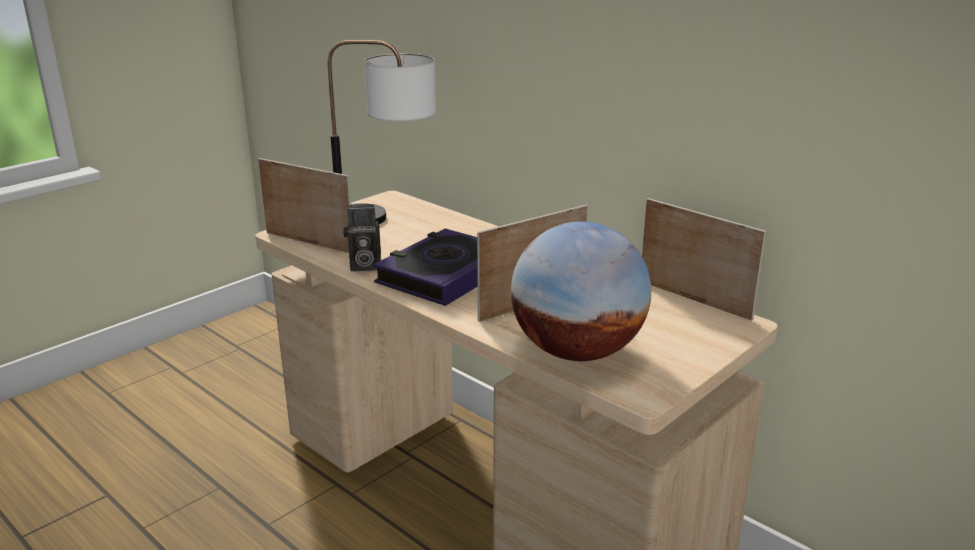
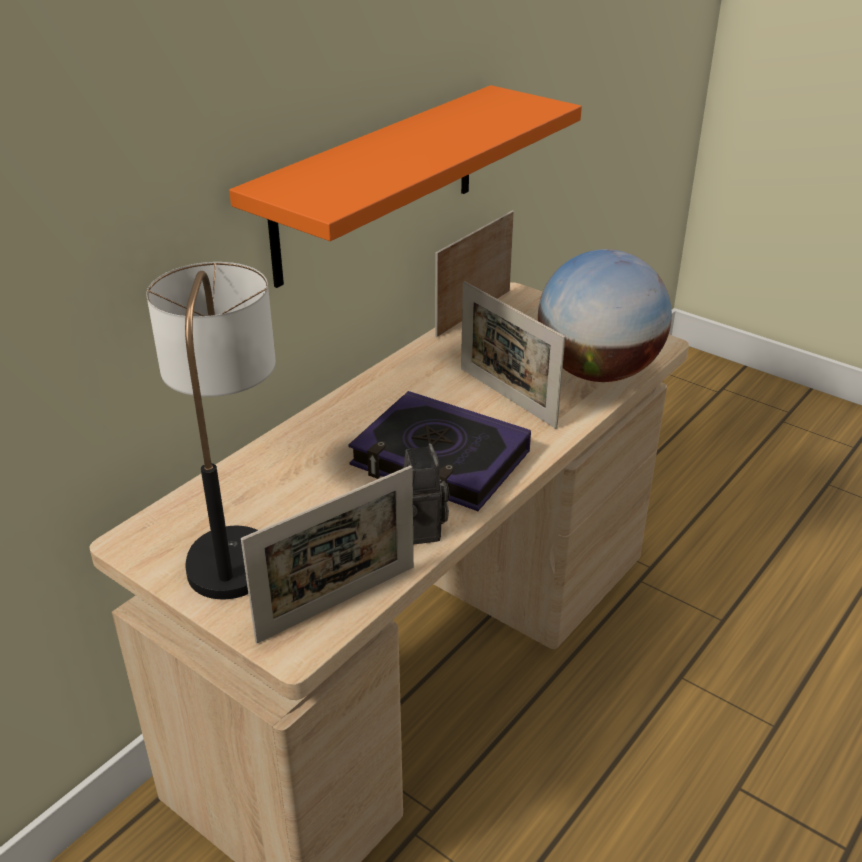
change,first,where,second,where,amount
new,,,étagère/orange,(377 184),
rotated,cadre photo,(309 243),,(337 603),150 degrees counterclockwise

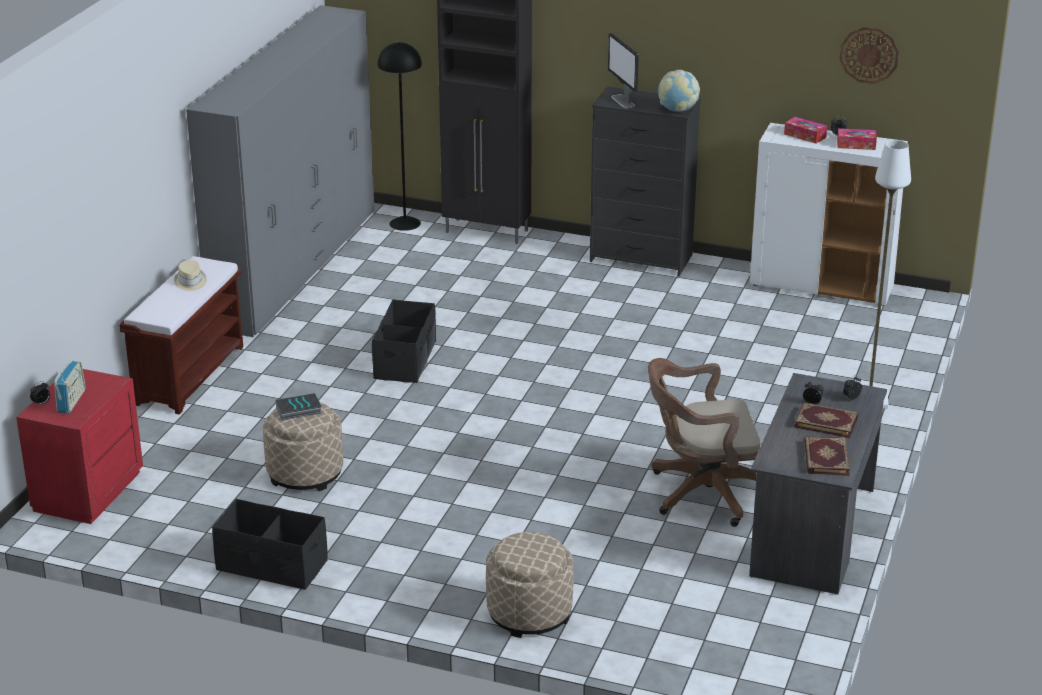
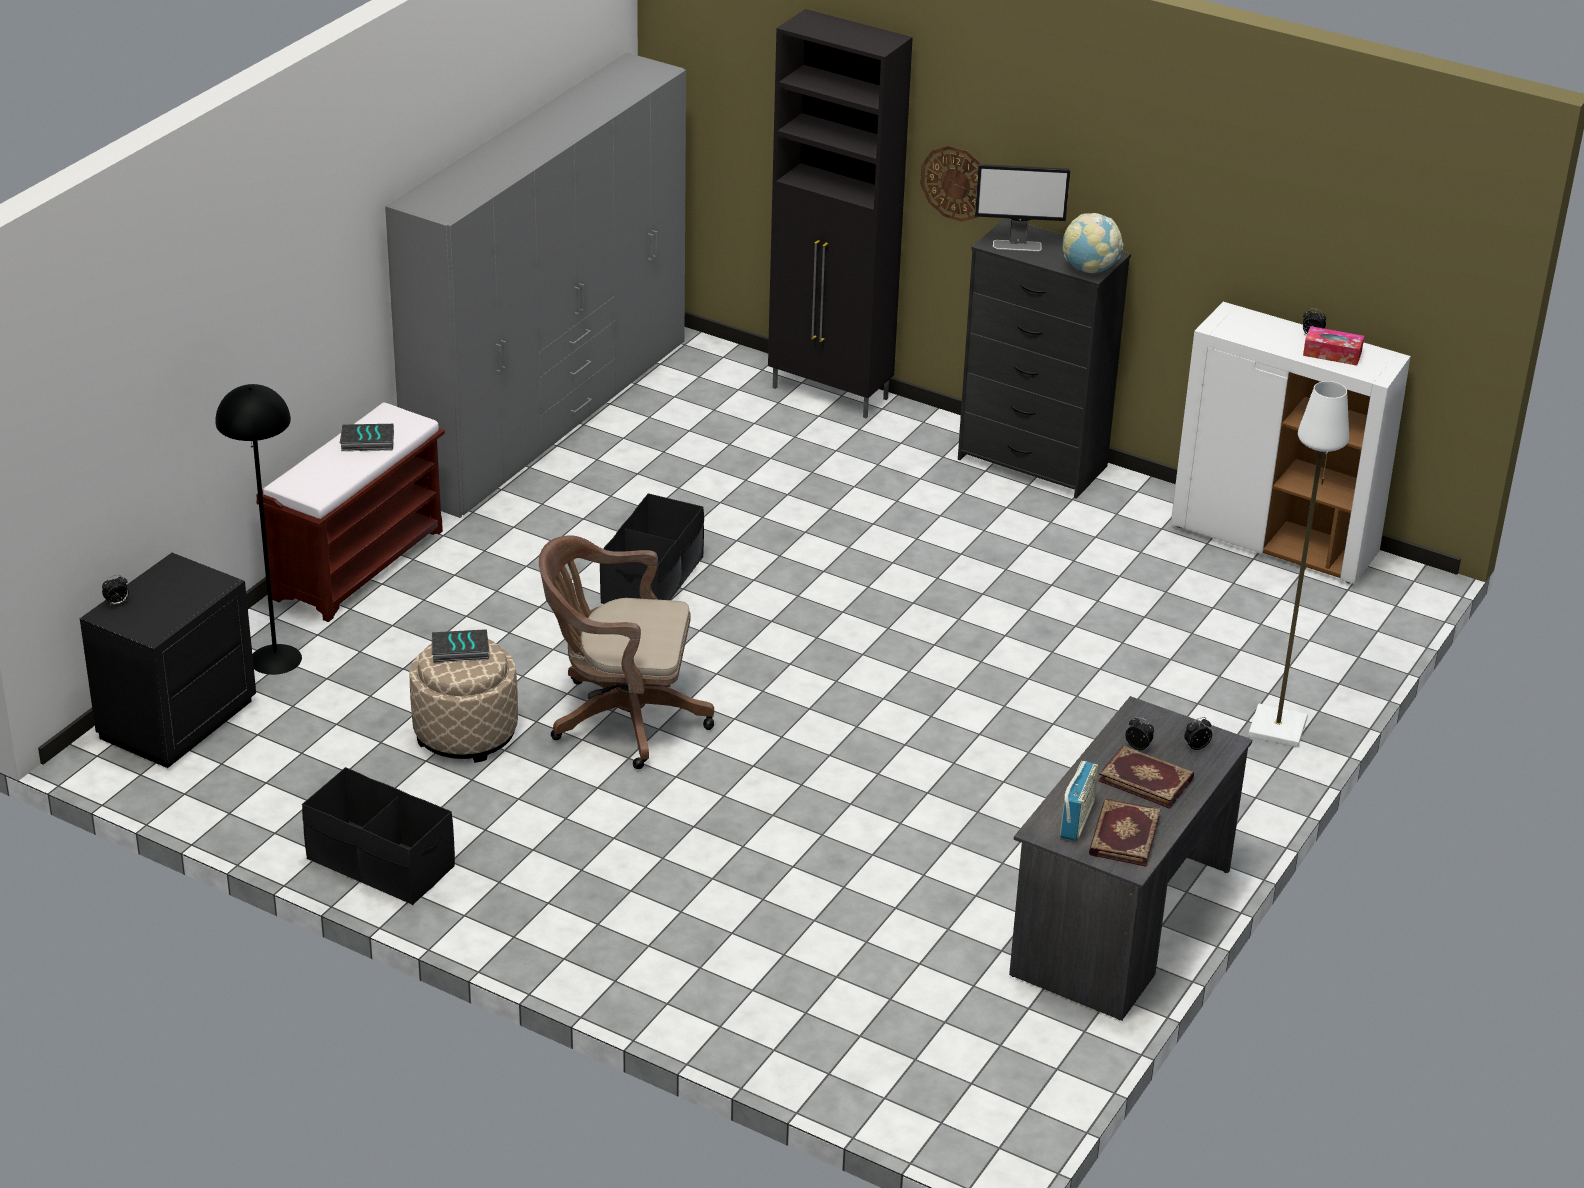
change,first,where,second,where,amount
gone,pouf/beige,(529 613),,,
gone,boîte à mouchoirs,(805 135),,,
shifted,radio,(71 401),,(1077 819),
shifted,lampadaire/noir,(405 223),,(276 659),
shifted,chaise de bureau/marron,(701 493),,(620 718),
shifted,horloge murale,(869 55),,(956 183),
swapped,chapeau/beige,(190 282),livre,(367 442),
repainted,table de chevet/rouge,(86 491),table de chevet/noir,(175 719),
rotated,écran d'ordinateur,(623 101),,(1017 245),75 degrees counterclockwise

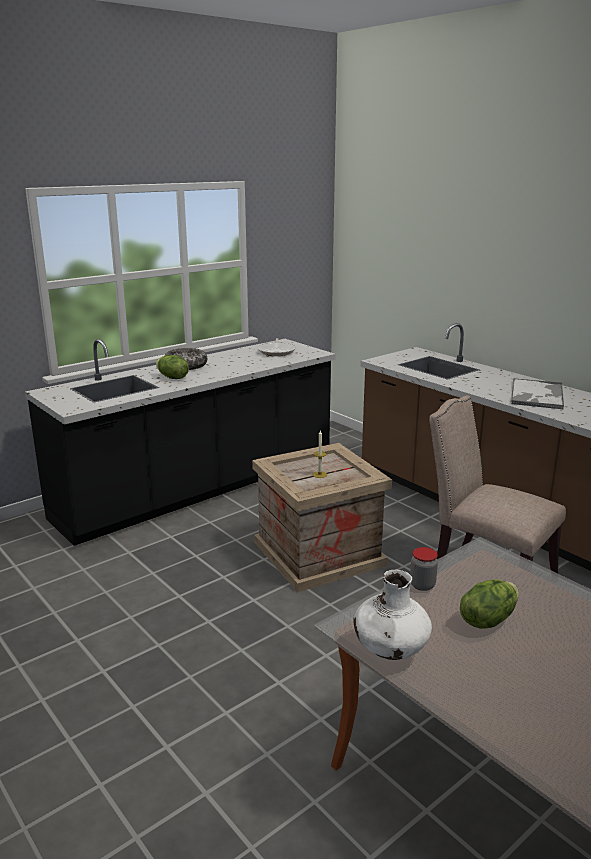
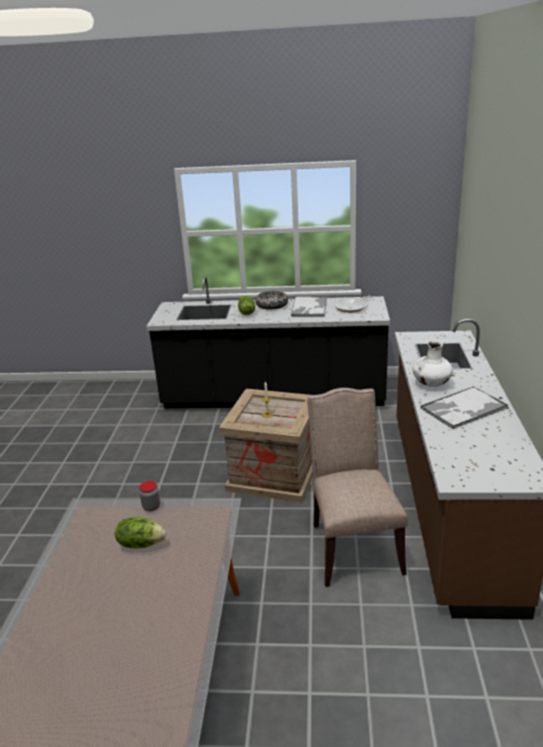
change,first,where,second,where,amount
new,,,plateau,(309 307),
shifted,vase/blanc,(390 650),,(431 384),

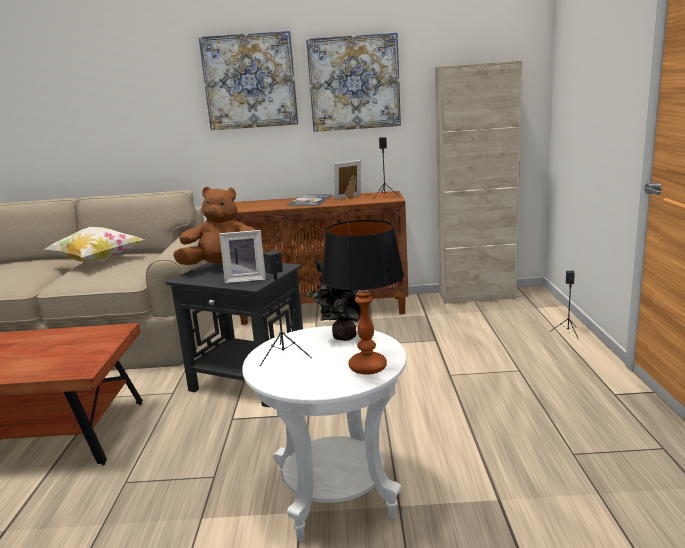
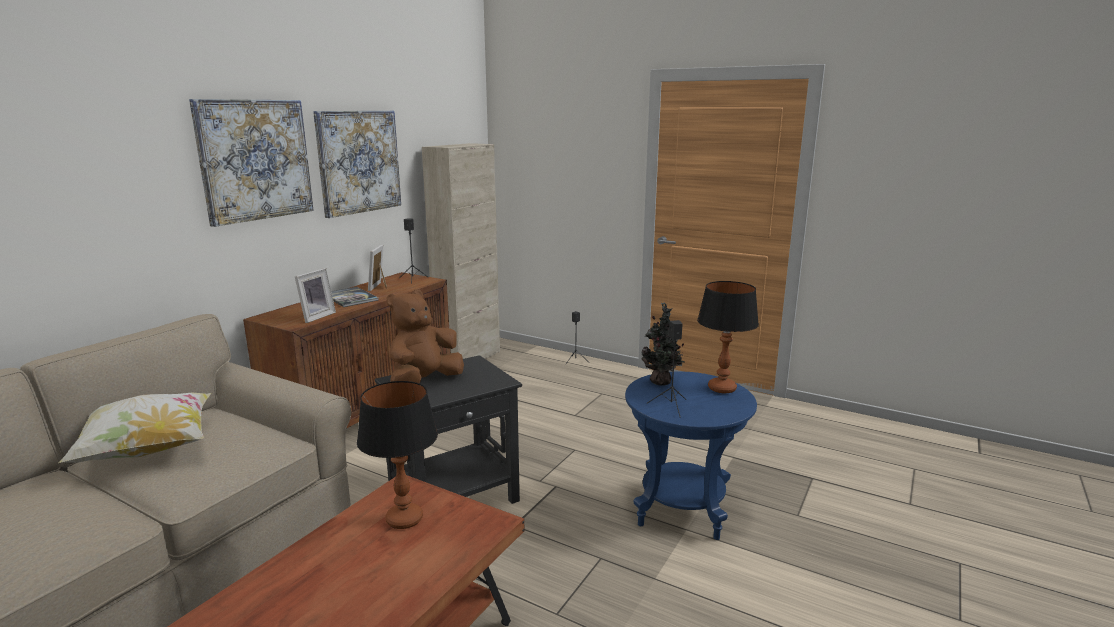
change,first,where,second,where,amount
new,,,lampe de table,(404 519),
shifted,cadre photo,(245 279),,(315 316),
repainted,table d'appoint/blanc,(336 497),table d'appoint/bleu,(682 510),

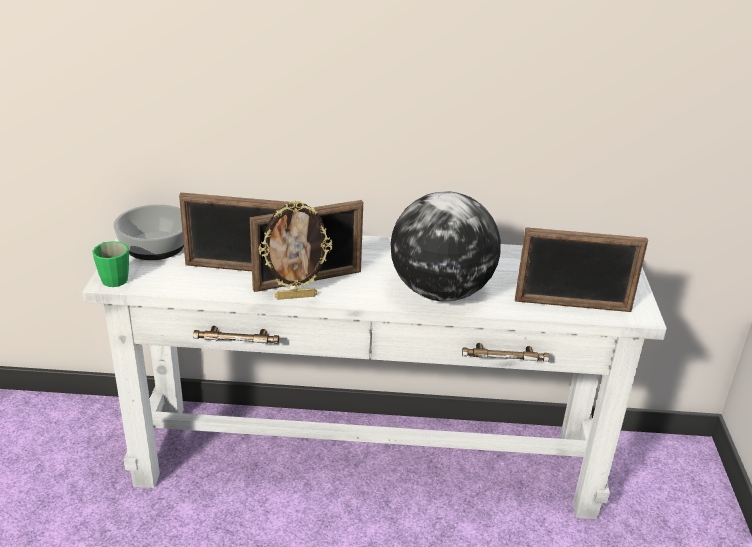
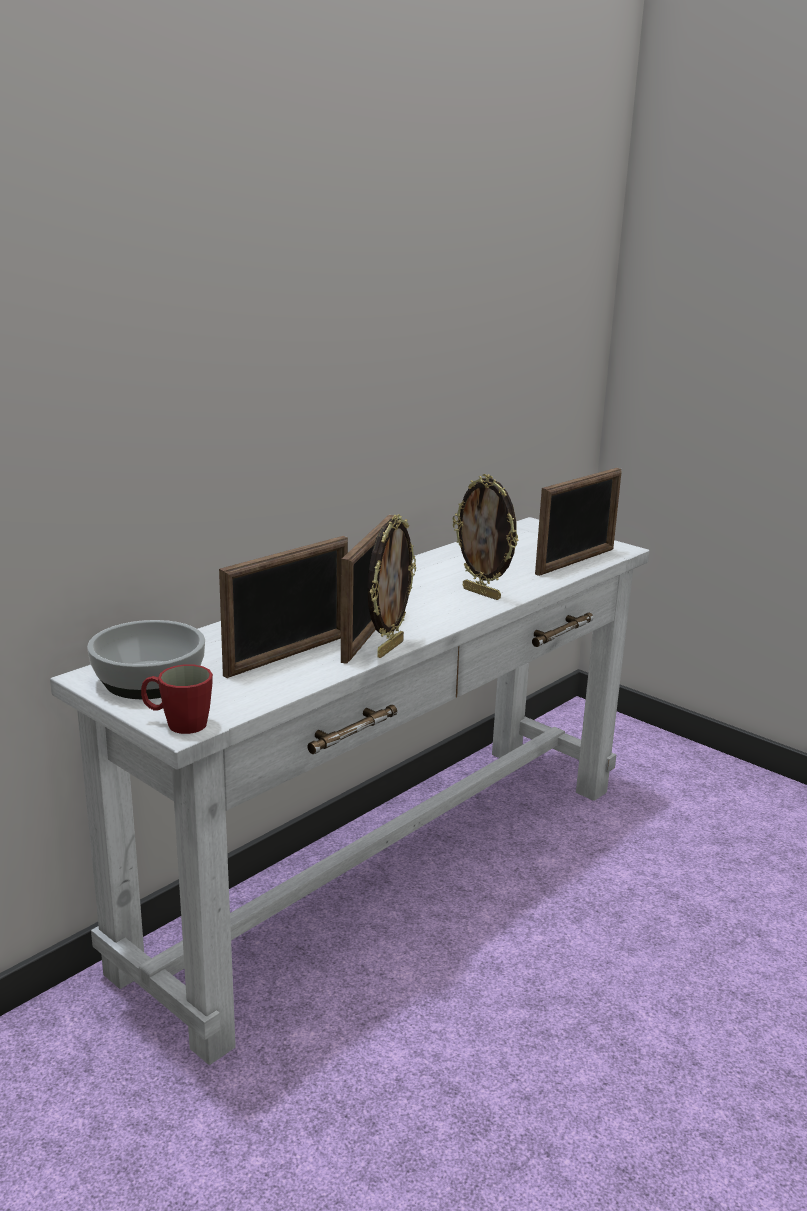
change,first,where,second,where,amount
swapped,globe,(441 292),cadre photo,(482 593),
repainted,mug/vert,(113 277),mug/rouge,(178 723),

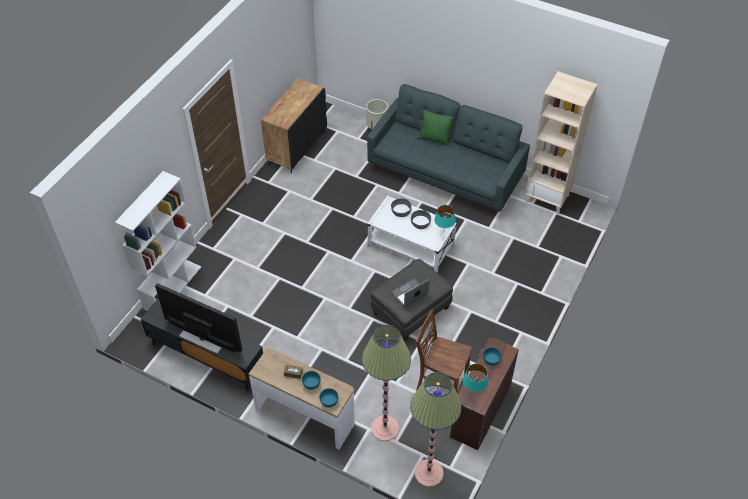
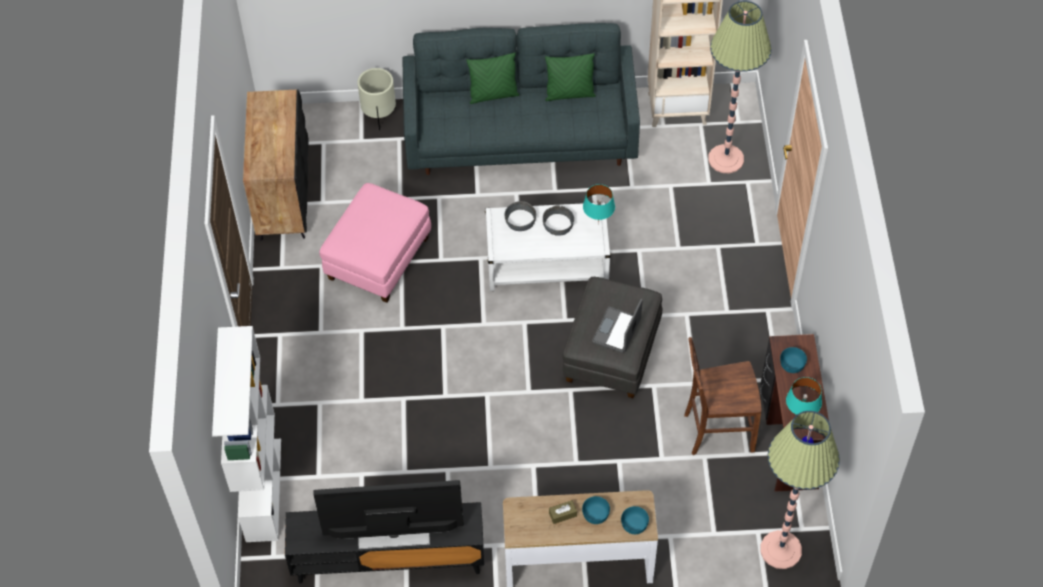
change,first,where,second,where,amount
new,,,pouf/rose,(378 260),
new,,,coussin/vert,(569 94),
shifted,lampadaire,(385 428),,(726 159),

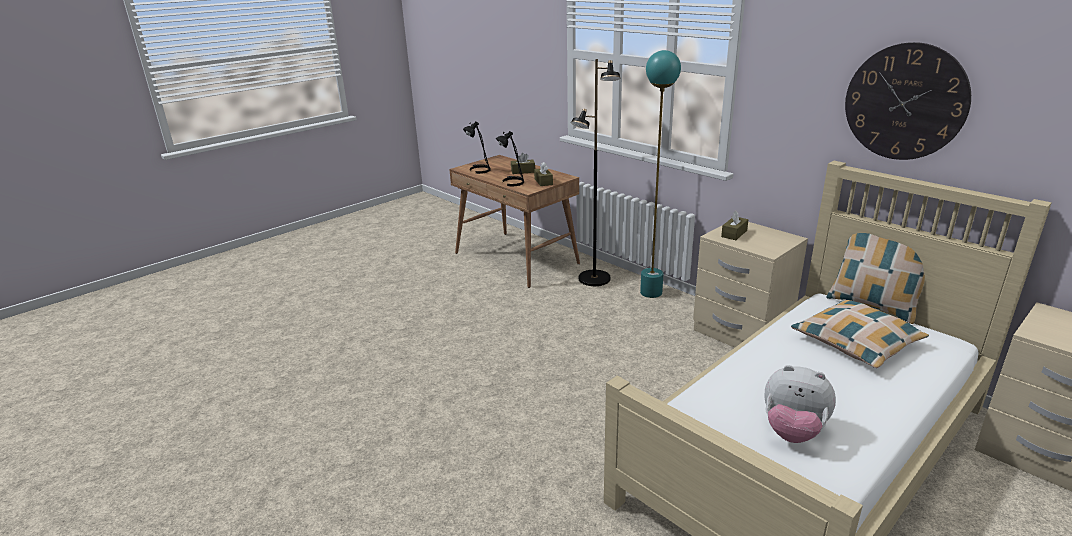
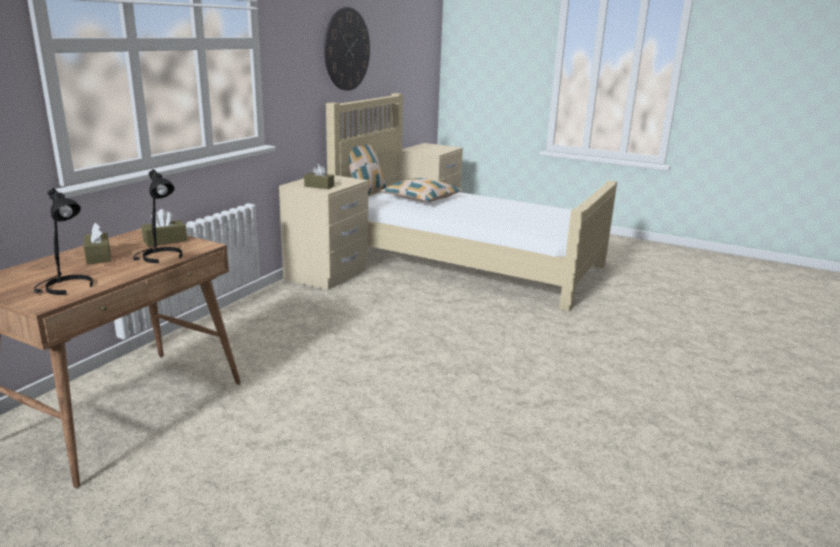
change,first,where,second,where,amount
gone,lampadaire/noir,(594 279),,,
gone,lampadaire/turquoise,(651 293),,,
gone,peluche,(792 431),,,

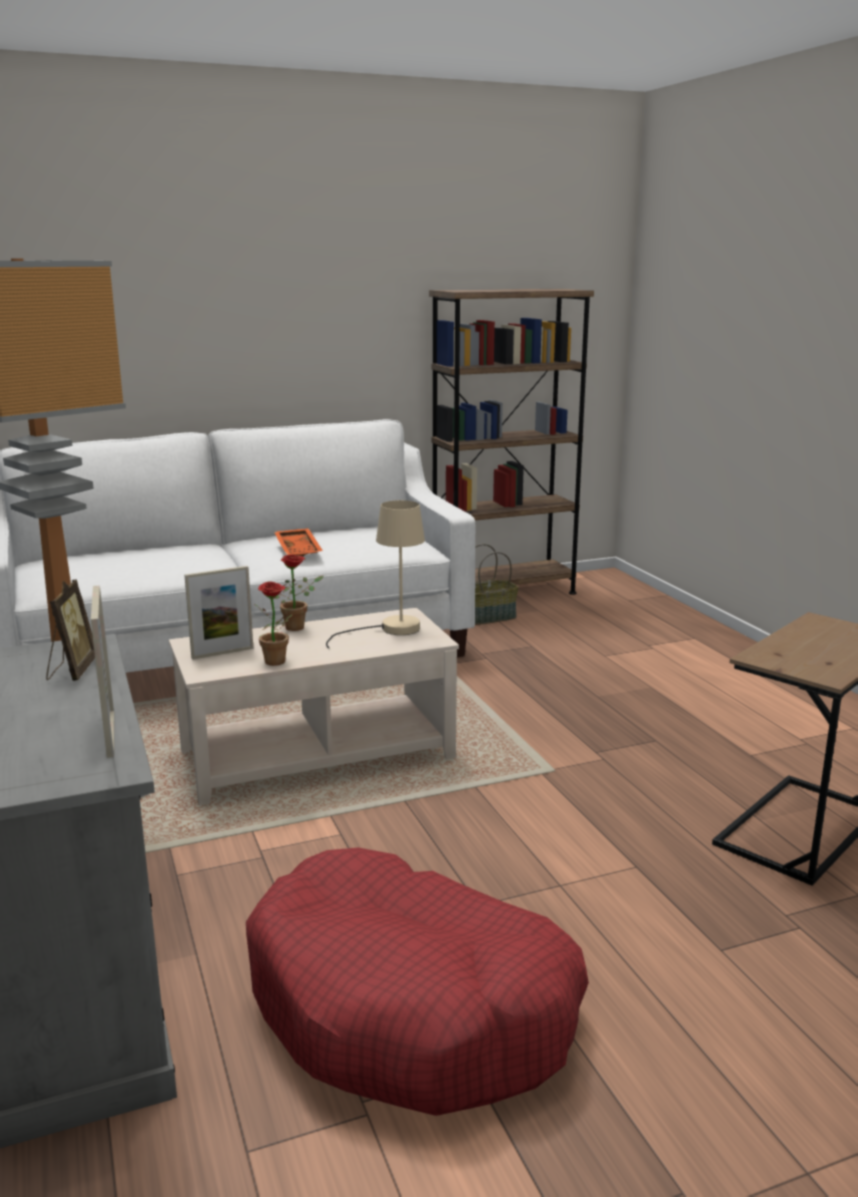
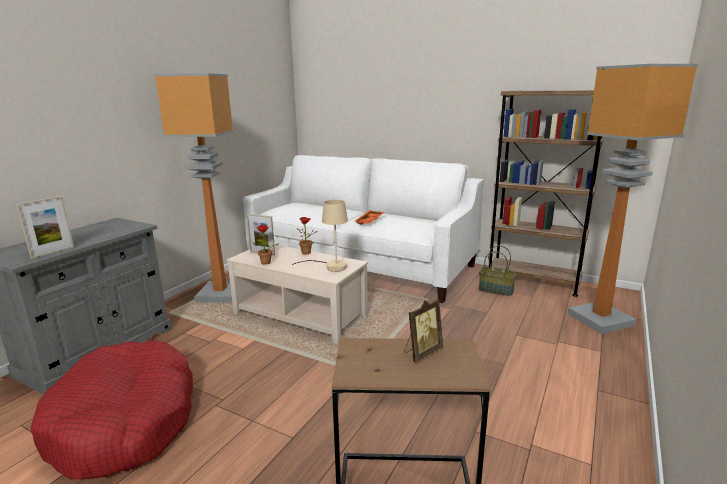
change,first,where,second,where,amount
new,,,lampadaire,(601 320),
shifted,cadre photo,(71 671),,(421 352),

